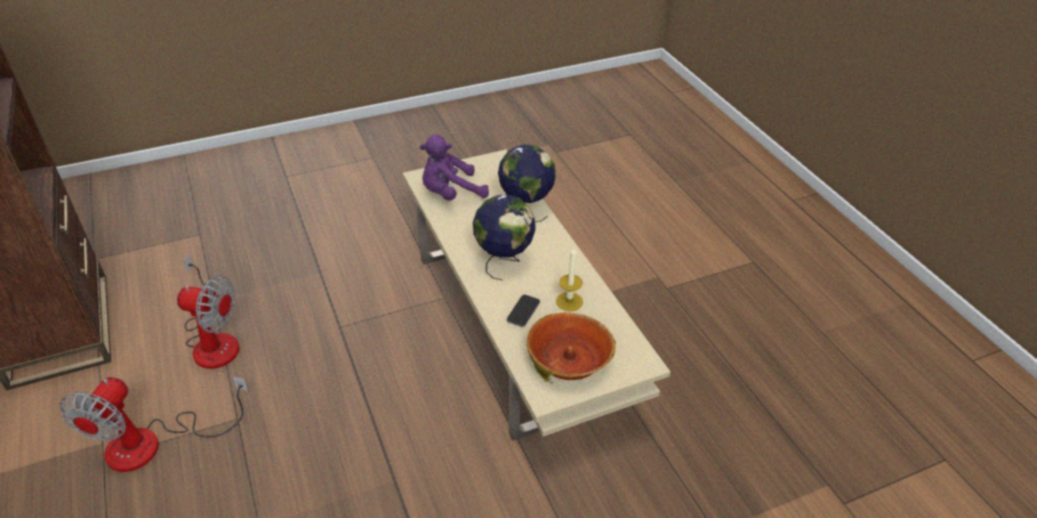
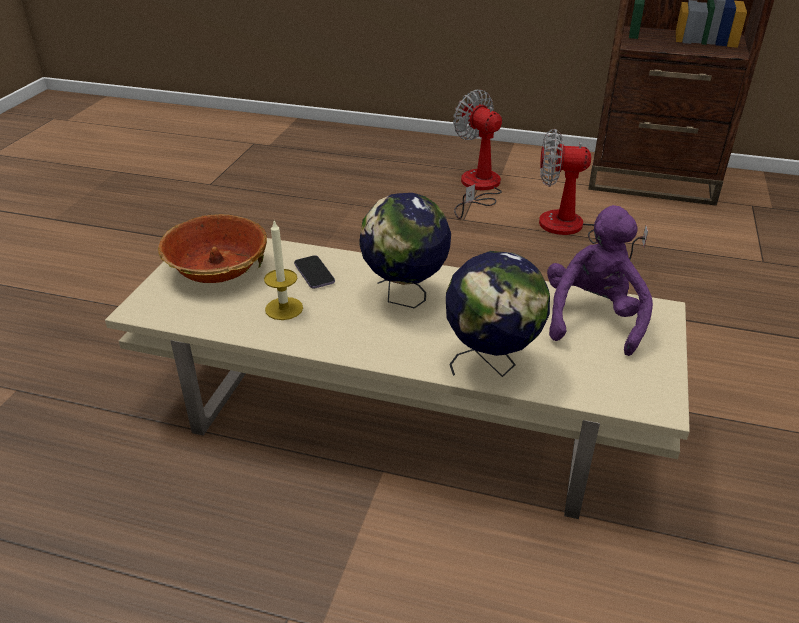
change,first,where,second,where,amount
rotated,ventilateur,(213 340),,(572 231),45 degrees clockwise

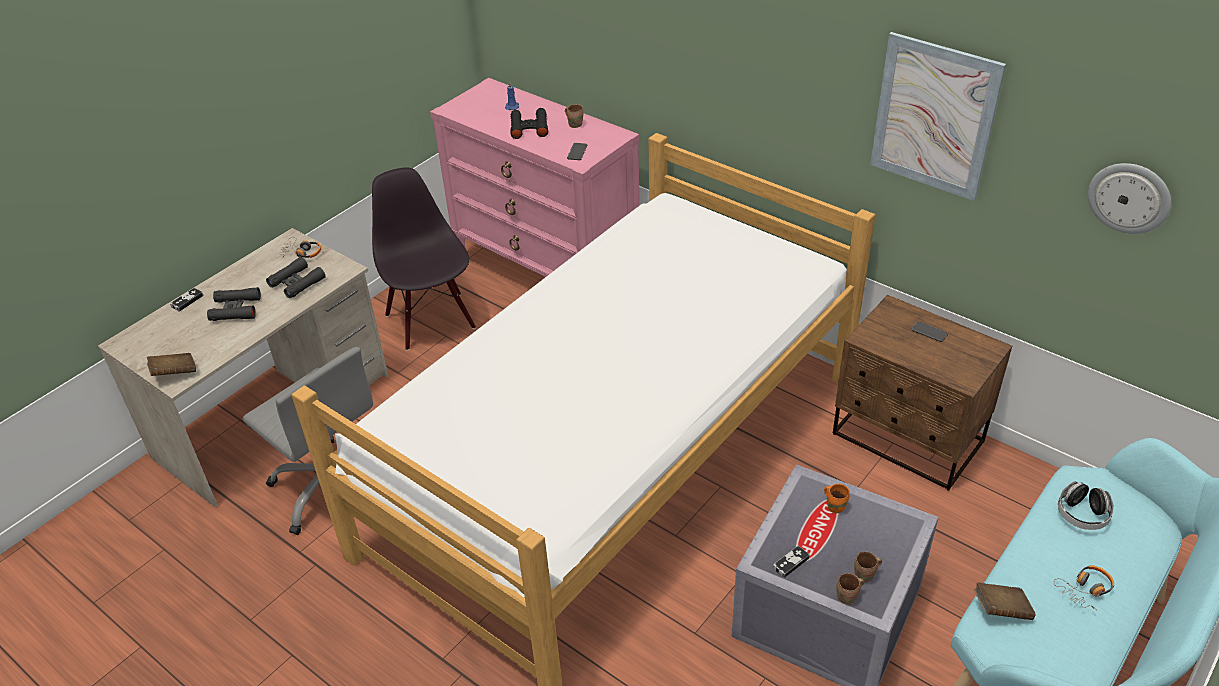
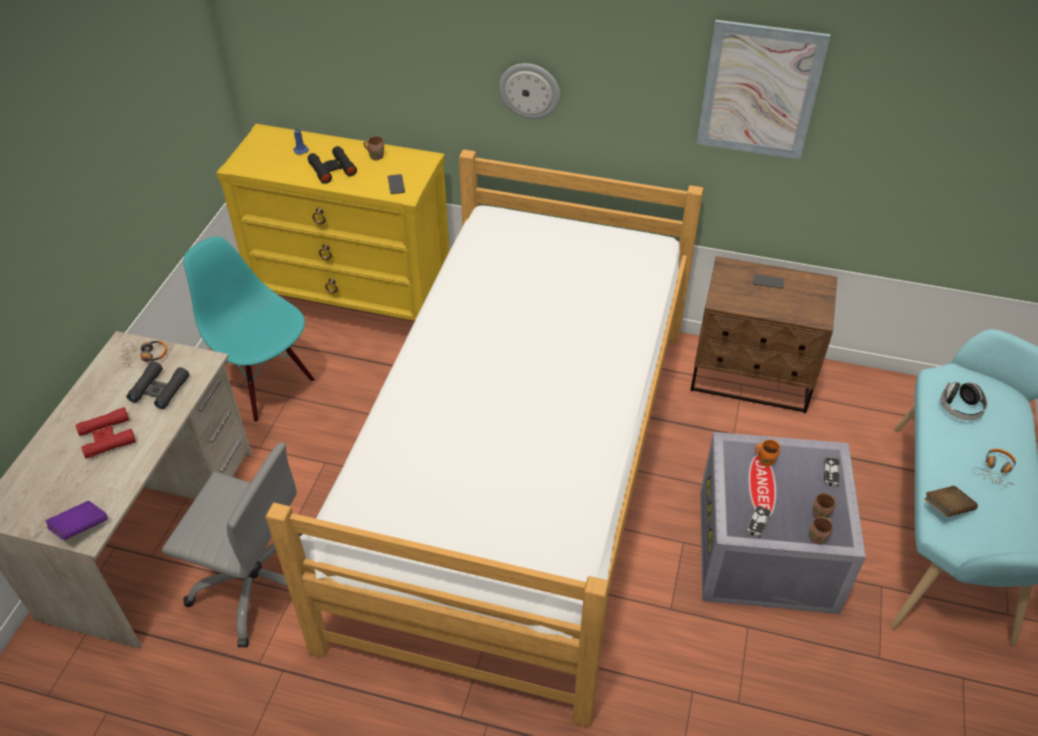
change,first,where,second,where,amount
shifted,manette,(187 301),,(831 473),
shifted,horloge murale,(1129 197),,(530 90),
repainted,livre/marron,(174 373),livre/violet,(80 528),
repainted,jumelles/noir,(235 309),jumelles/rouge,(107 437),
repainted,chaise/noir,(431 321),chaise/turquoise,(265 385),
repainted,commode/rose,(547 272),commode/jaune,(356 306),

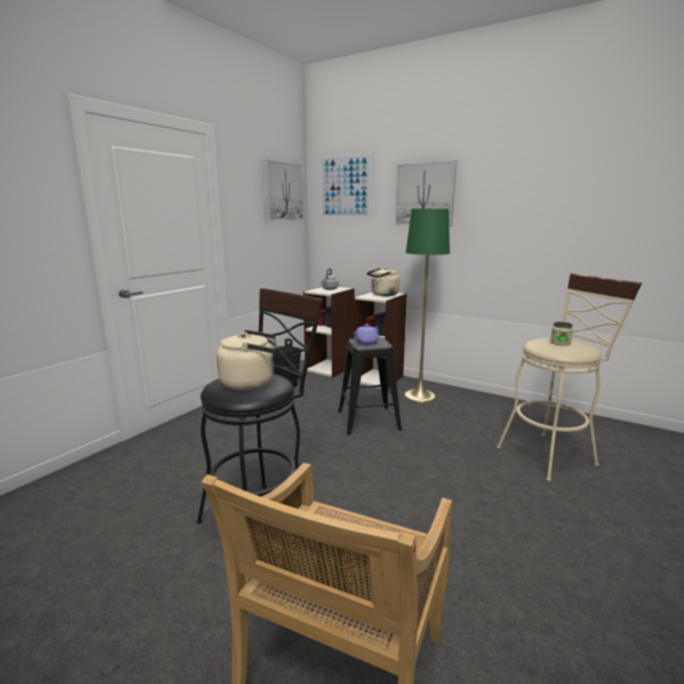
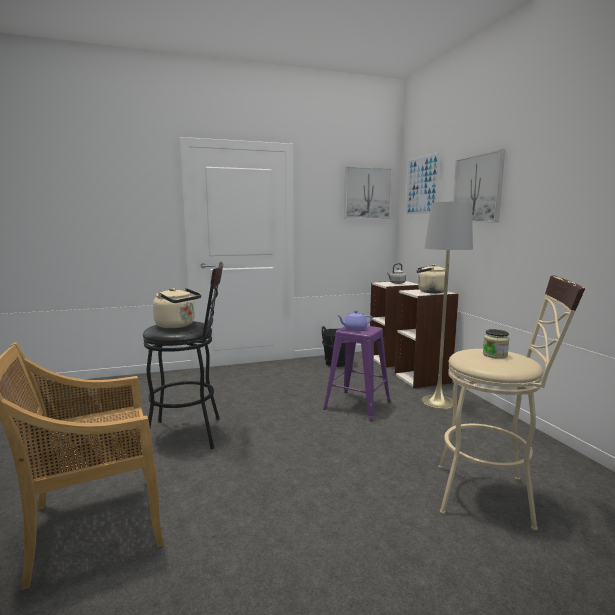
change,first,where,second,where,amount
repainted,tabouret/noir,(369 419),tabouret/violet,(358 405),
repainted,lampadaire/vert,(419 396),lampadaire/gris,(438 402),

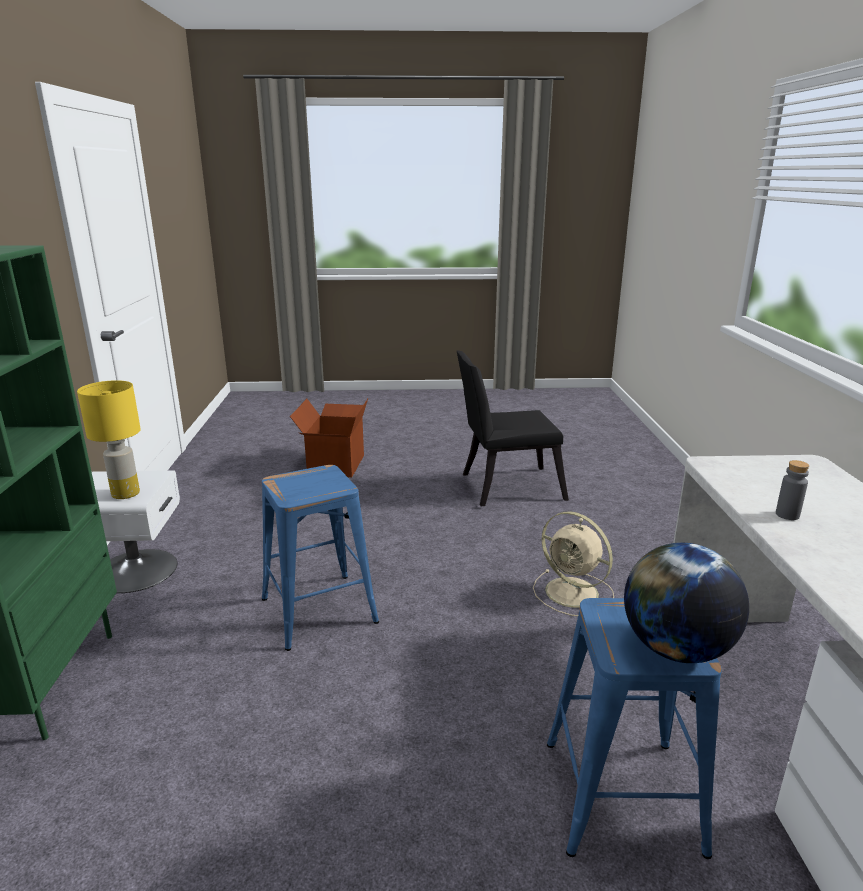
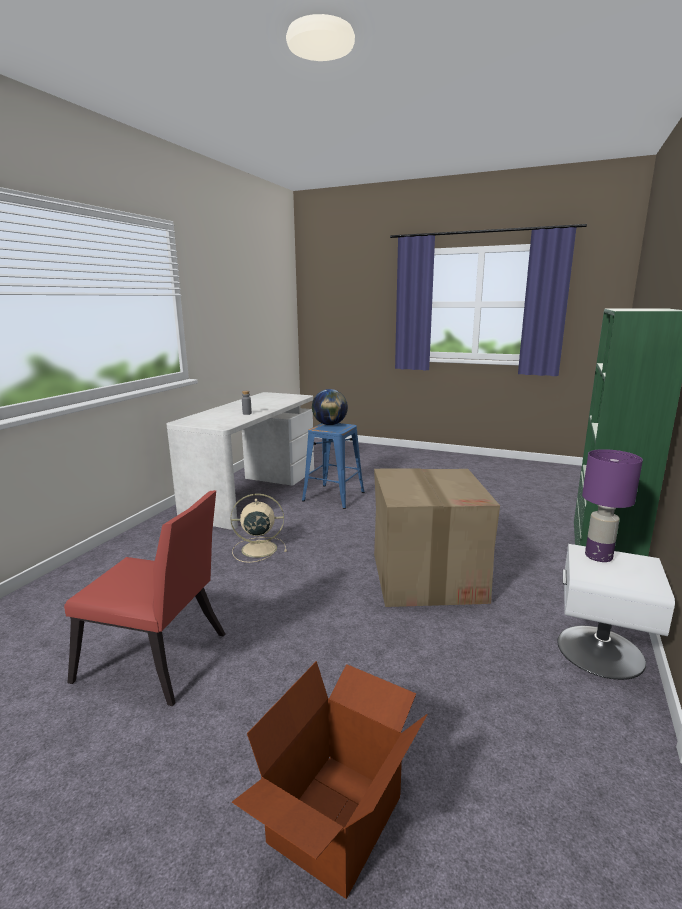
change,first,where,second,where,amount
swapped,tabouret/bleu,(319 610),carton,(427 576),
repainted,lampe de table/jaune,(125 494),lampe de table/violet,(599 556),
repainted,chaise/noir,(505 486),chaise/rouge,(159 661),
rotated,ventilateur/beige,(574 593),,(257 549),75 degrees counterclockwise

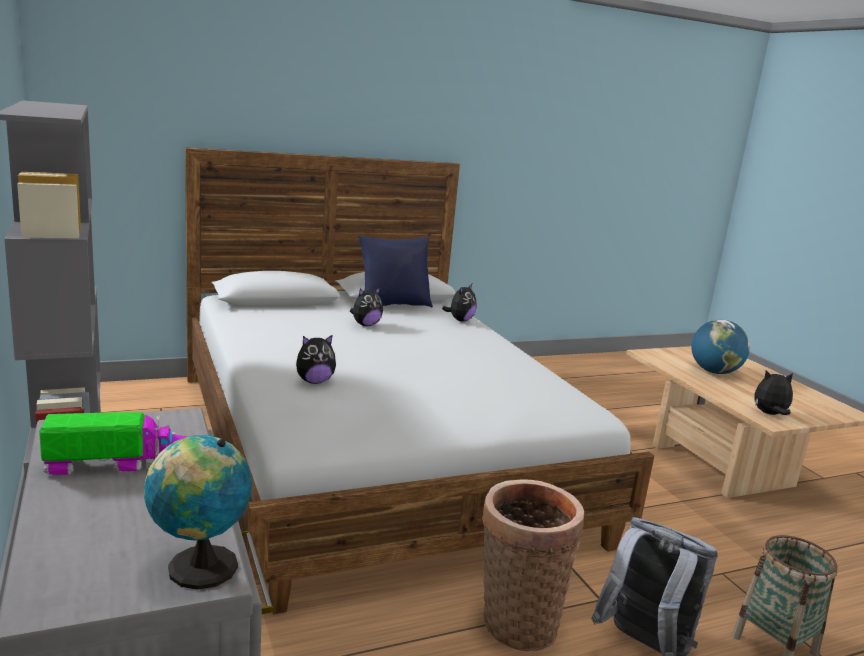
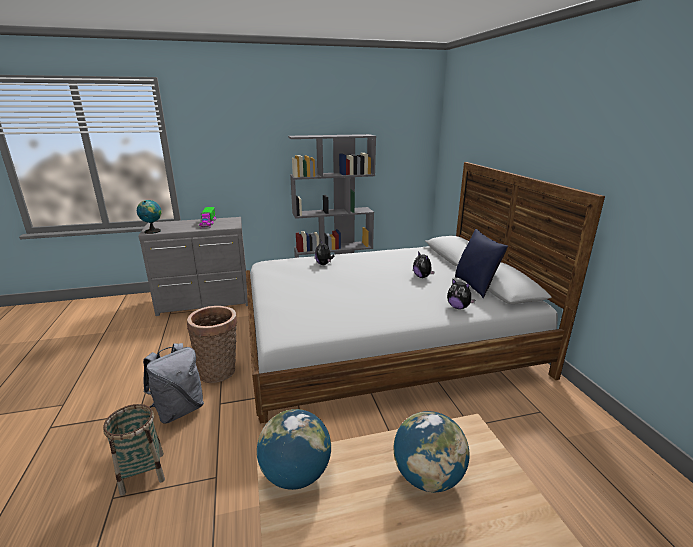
change,first,where,second,where,amount
swapped,peluche,(769 414),globe,(296 475),

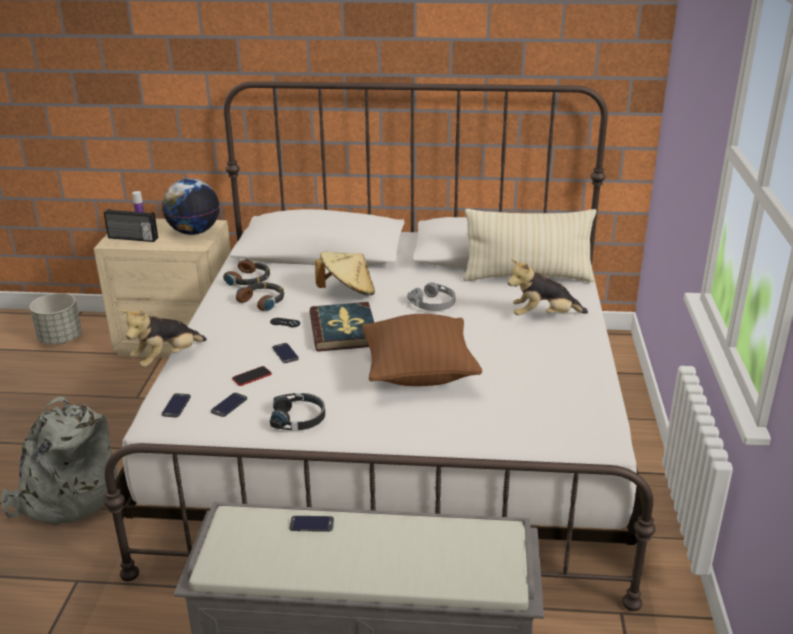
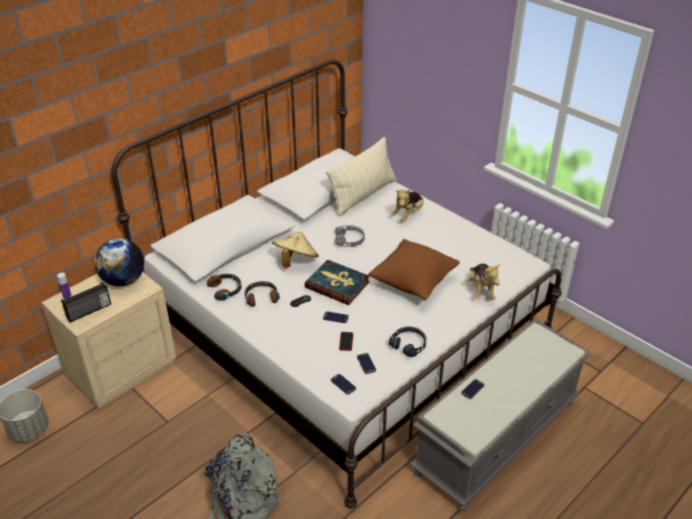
change,first,where,second,where,amount
shifted,peluche,(167 359),,(480 290),

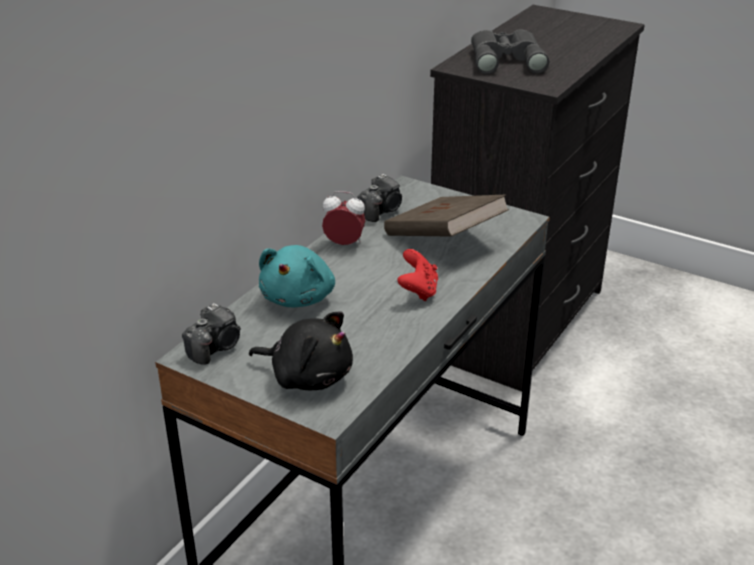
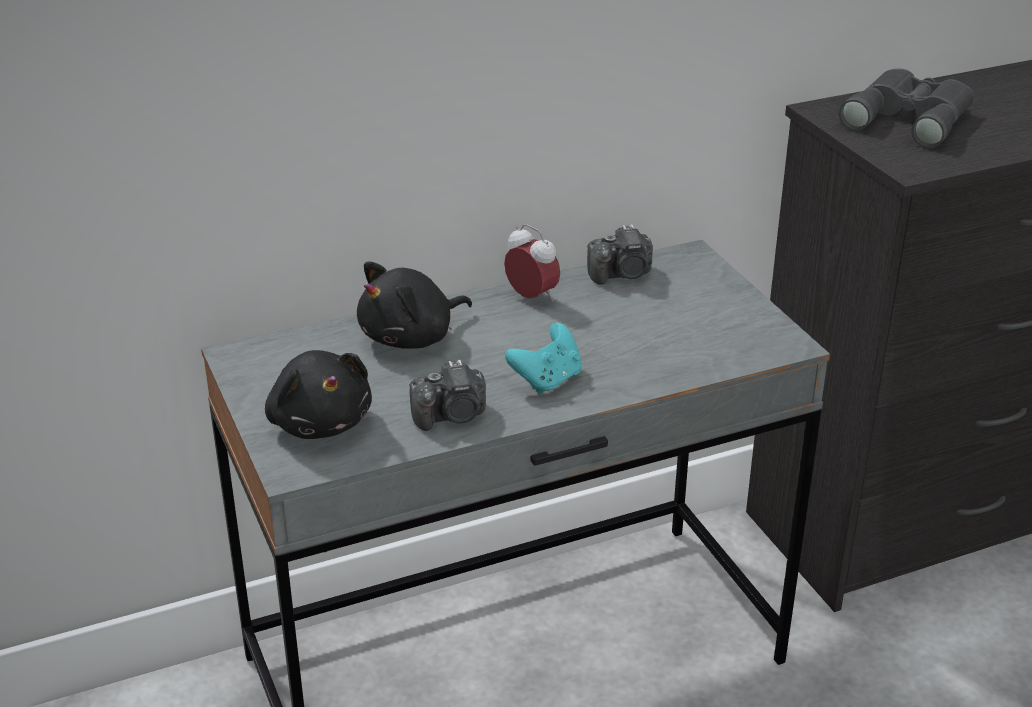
change,first,where,second,where,amount
gone,livre/marron,(443 240),,,
shifted,appareil photo,(216 347),,(452 416),
repainted,peluche/turquoise,(299 297),peluche/noir,(411 337),
repainted,manette/rouge,(418 291),manette/turquoise,(547 380),

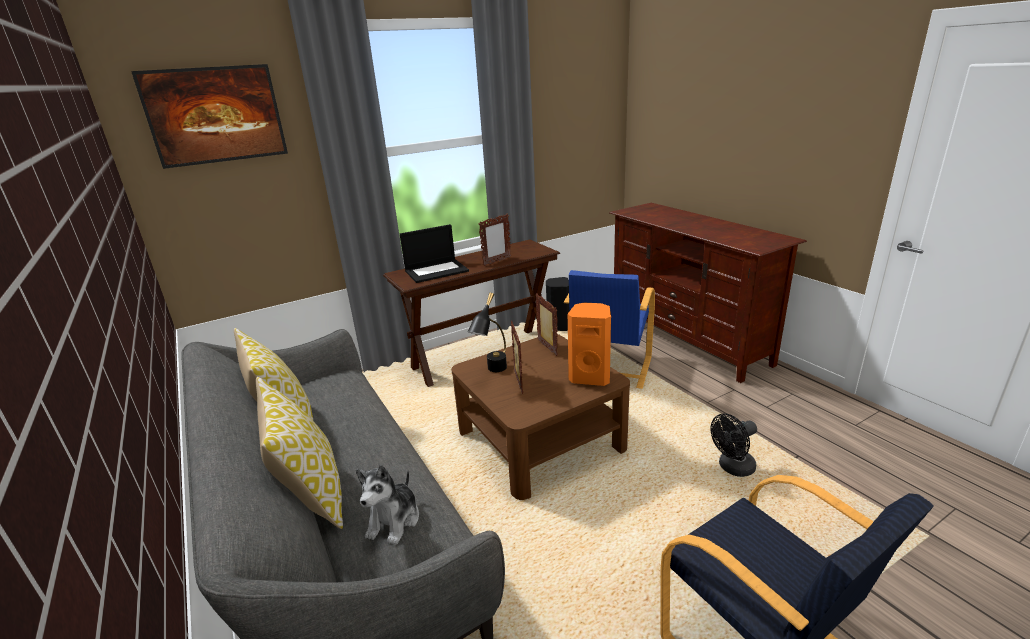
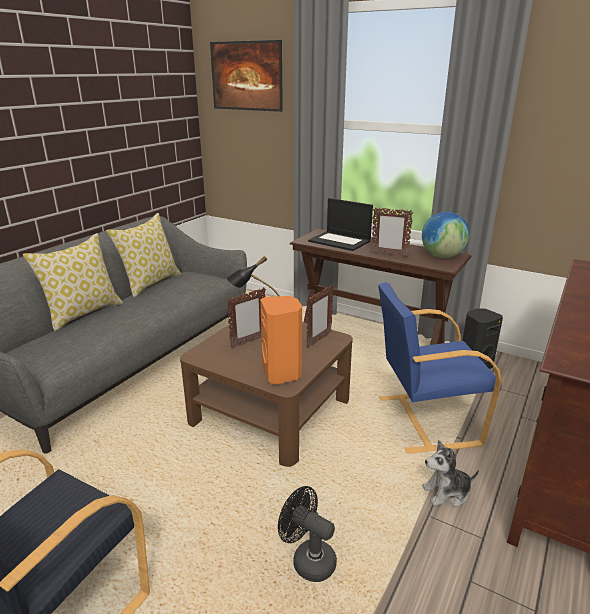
change,first,where,second,where,amount
new,,,globe,(442 256),
shifted,peluche,(394 521),,(447 493),

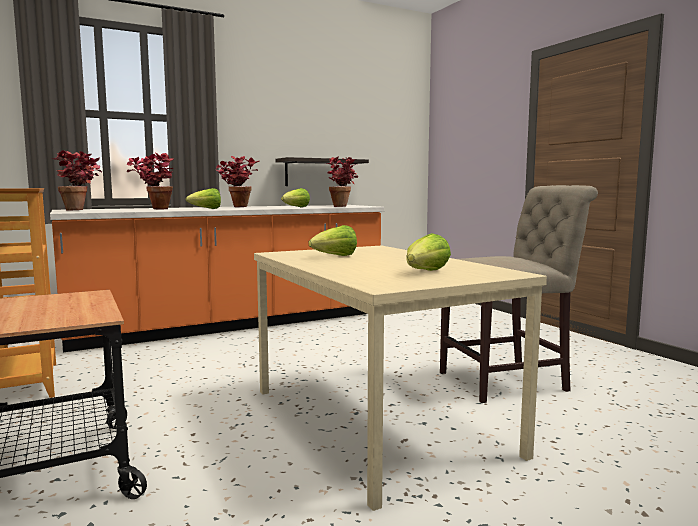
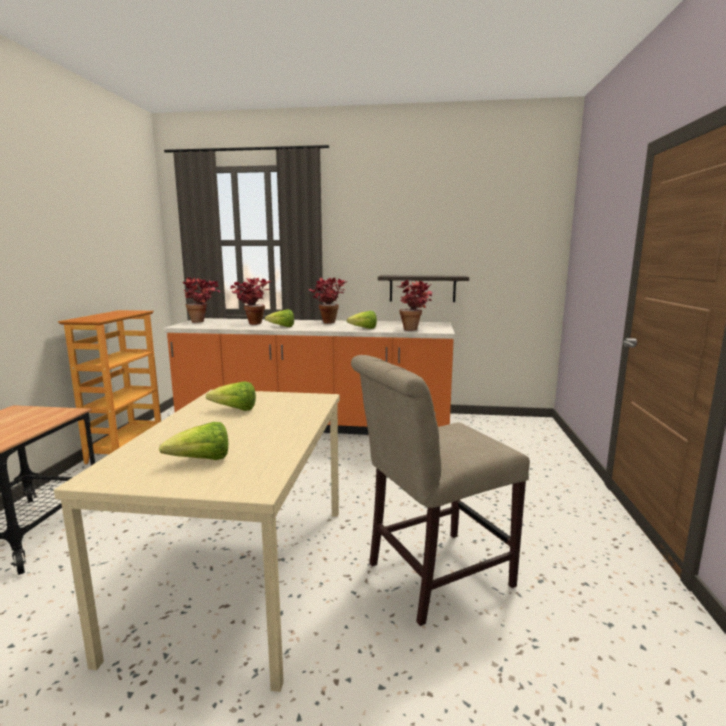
change,first,where,second,where,amount
rotated,chaise/beige,(509 381),,(432 576),135 degrees clockwise

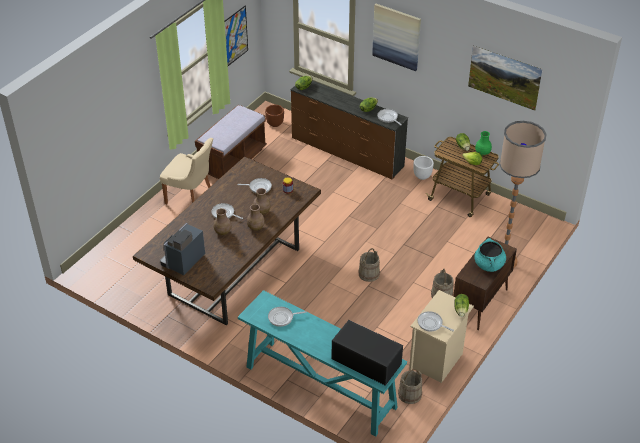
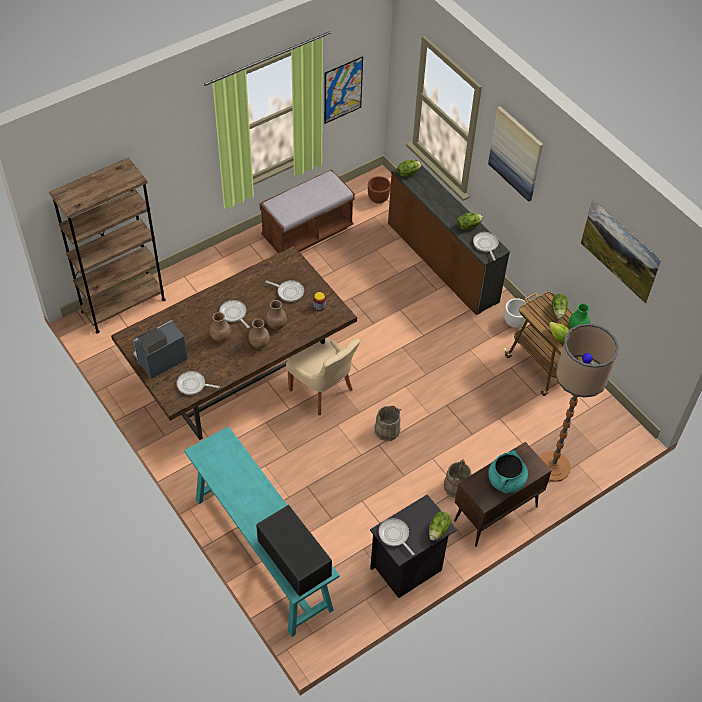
change,first,where,second,where,amount
gone,seau/beige,(410 394),,,
new,,,bibliothèque/marron,(123 305),
shifted,chaise/beige,(191 197),,(323 391),
shifted,poêle,(282 318),,(193 385),
repainted,table de chevet/beige,(437 361),table de chevet/noir,(407 569),

